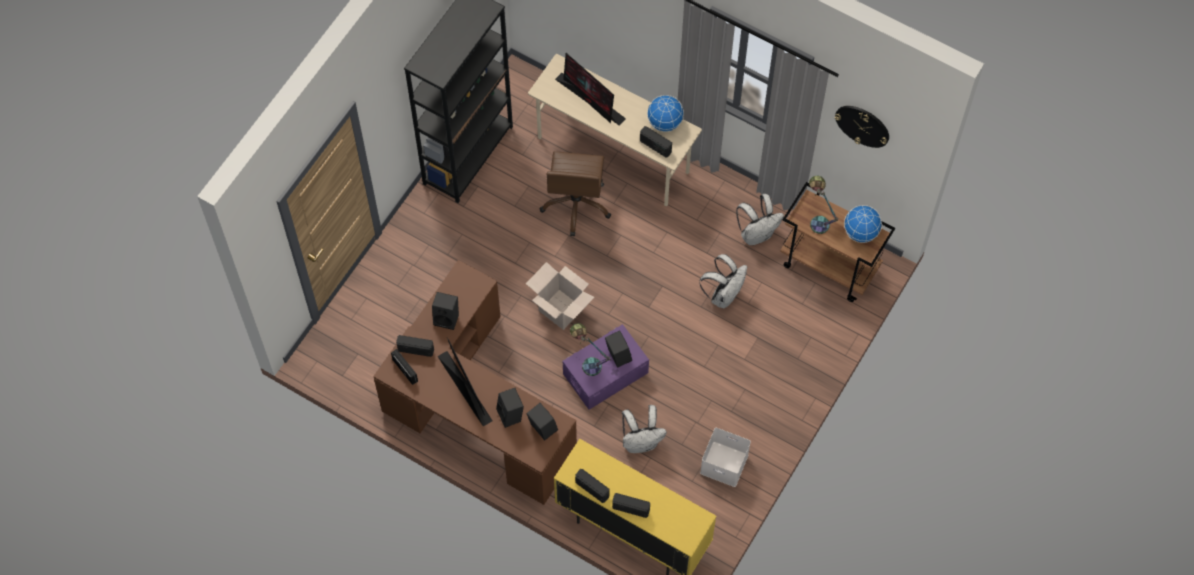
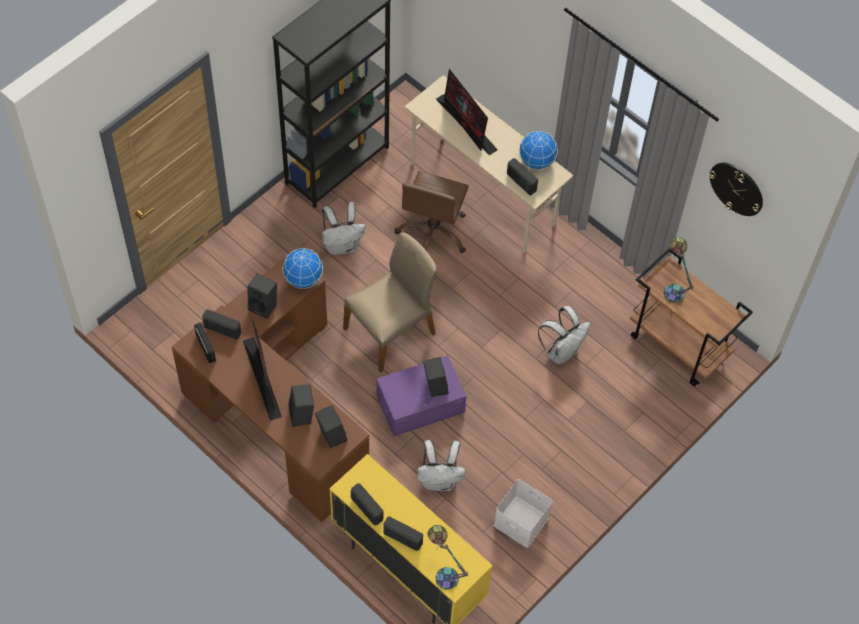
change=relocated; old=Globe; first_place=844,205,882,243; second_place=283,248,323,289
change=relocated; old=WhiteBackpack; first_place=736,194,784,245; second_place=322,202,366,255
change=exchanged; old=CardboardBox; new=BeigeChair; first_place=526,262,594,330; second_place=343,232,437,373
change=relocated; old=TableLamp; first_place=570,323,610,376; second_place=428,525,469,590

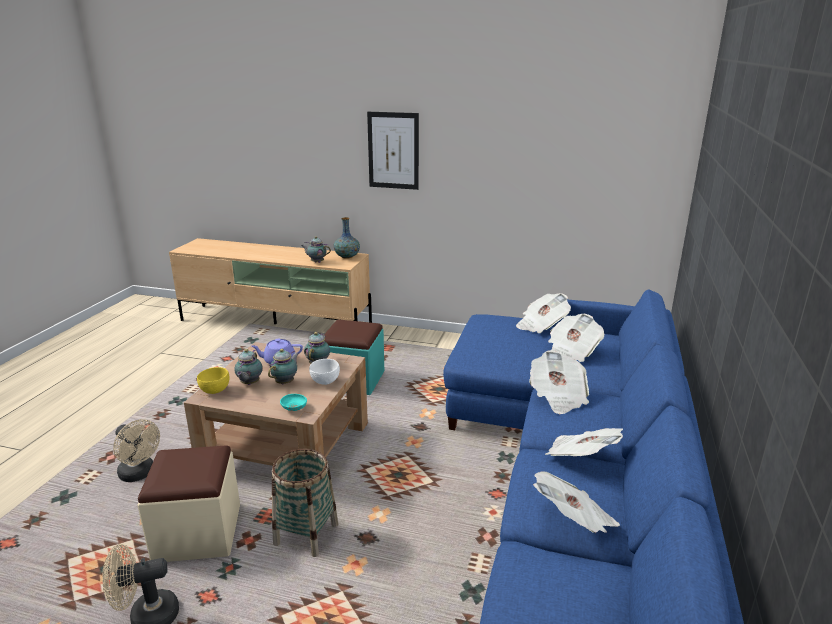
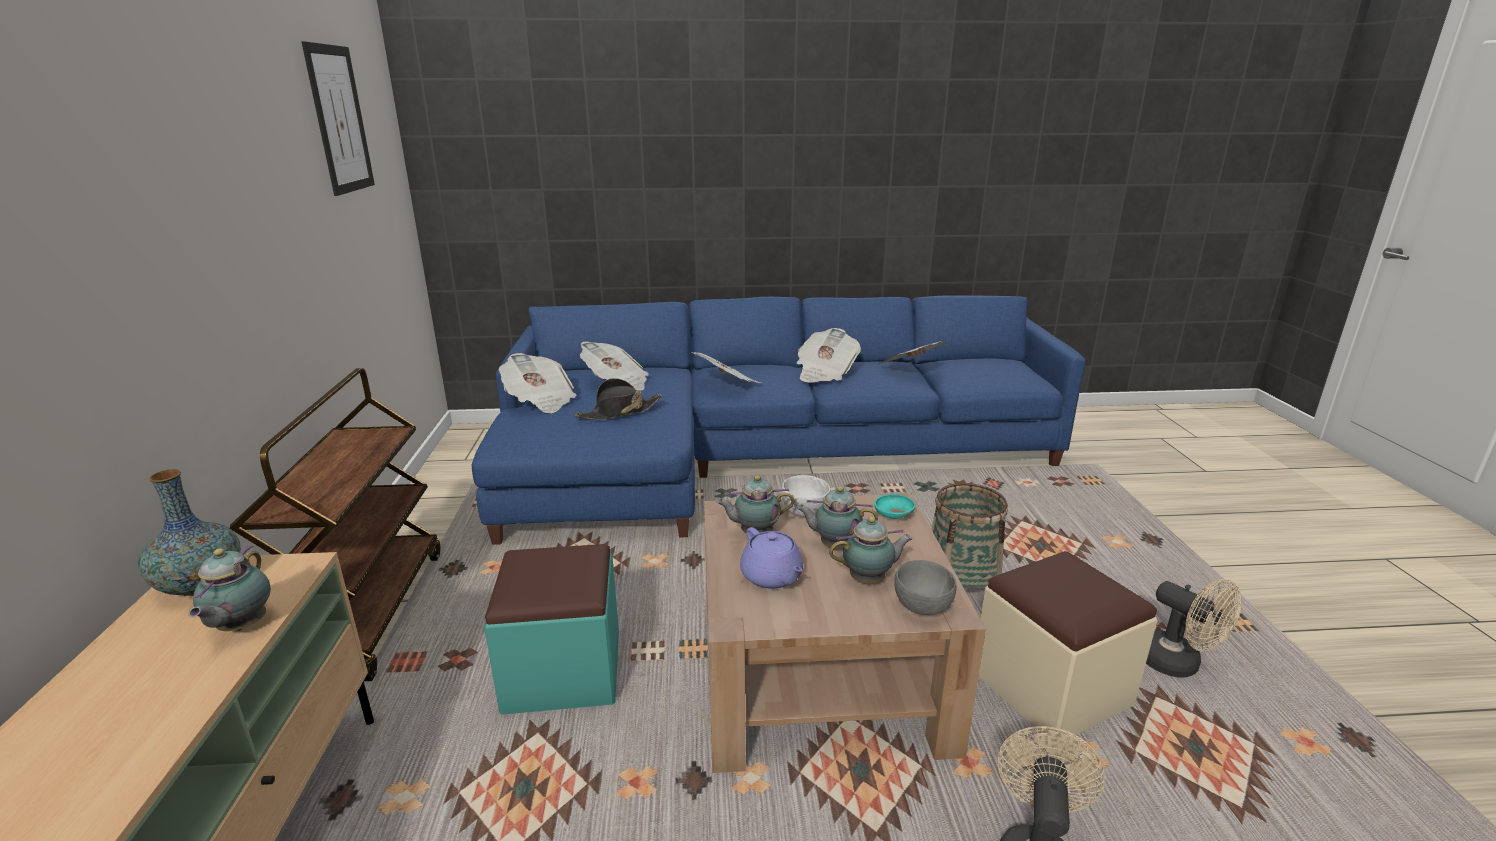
change=appeared; new=BrownCart; second_place=230,368,440,681
change=relocated; old=Picture; first_place=367,112,419,190; second_place=301,41,375,196
change=appeared; new=BlackHat; second_place=574,378,662,420
change=colour; old=YellowBowl; new=GreyBowl; first_place=197,367,230,394; second_place=894,560,956,615

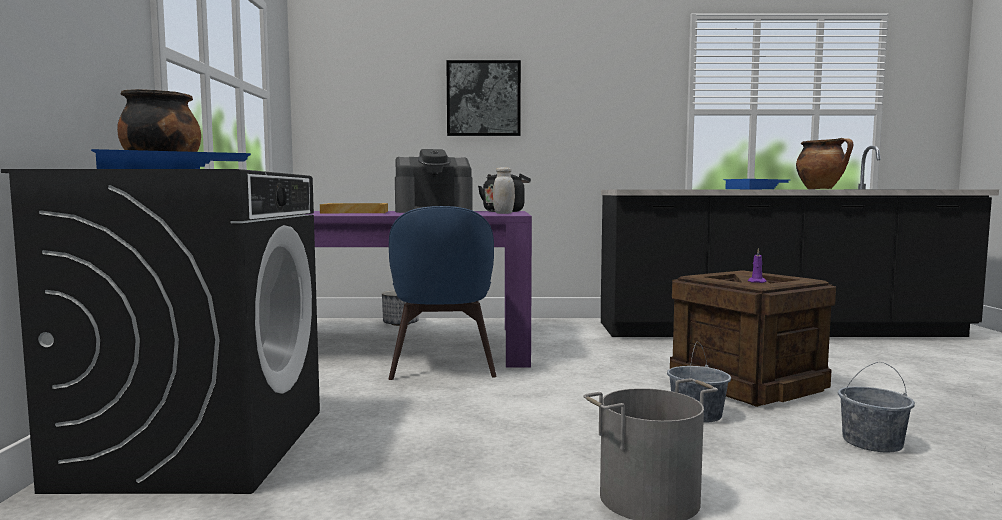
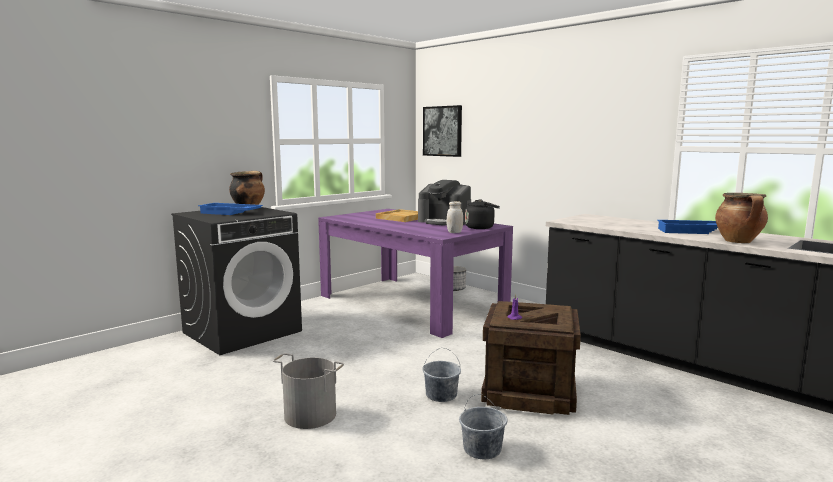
change=relocated; old=Picture; first_place=446,60,521,136; second_place=423,105,462,157
change=missing; old=BlueChair; first_place=388,206,497,380

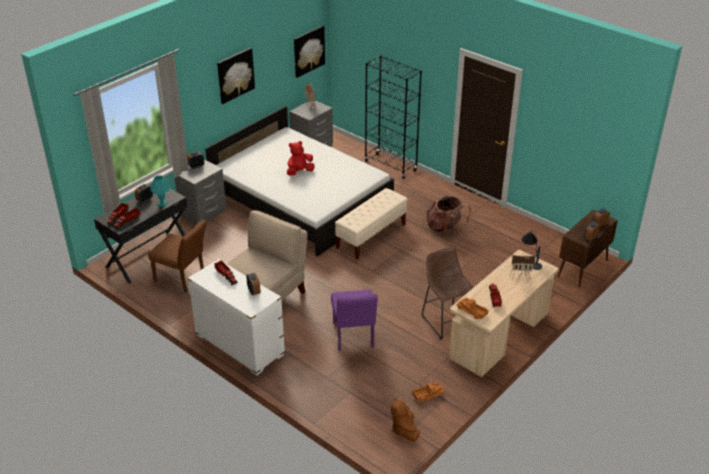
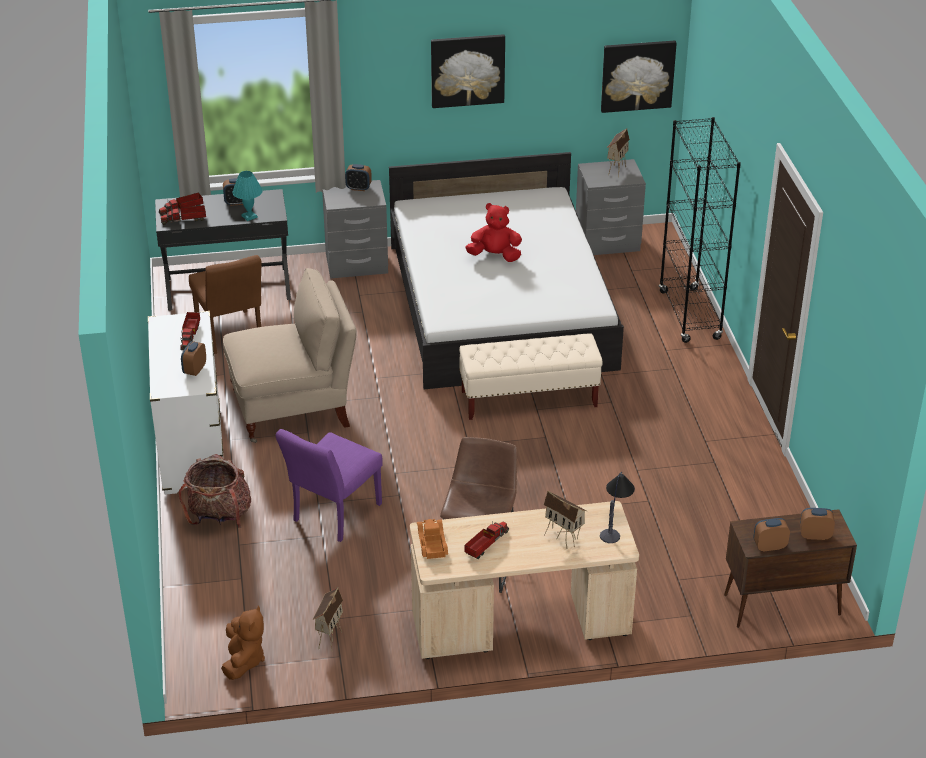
change=relocated; old=Backpack; first_place=427,195,471,235; second_place=179,454,251,528
change=spun; old=BrownPlushToy; first_place=391,397,420,441; second_place=221,605,265,680; degrees=150
change=exchanged; old=ToyTruck; new=ToyHouse; first_place=412,382,445,402; second_place=312,588,343,651

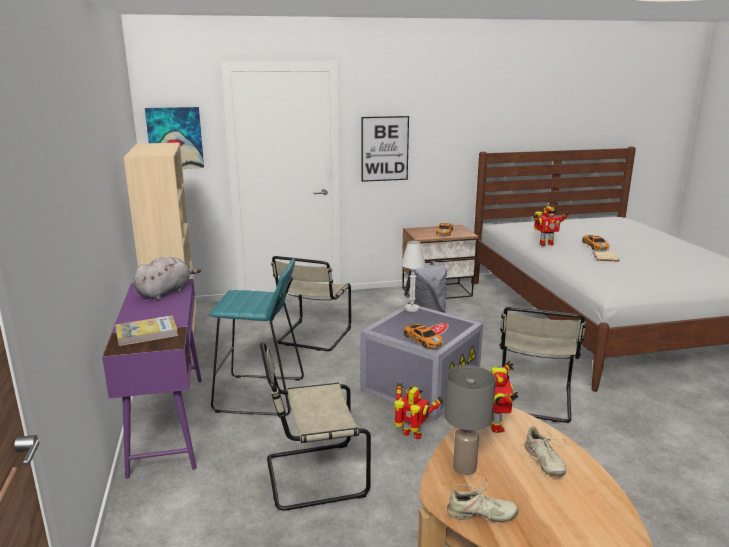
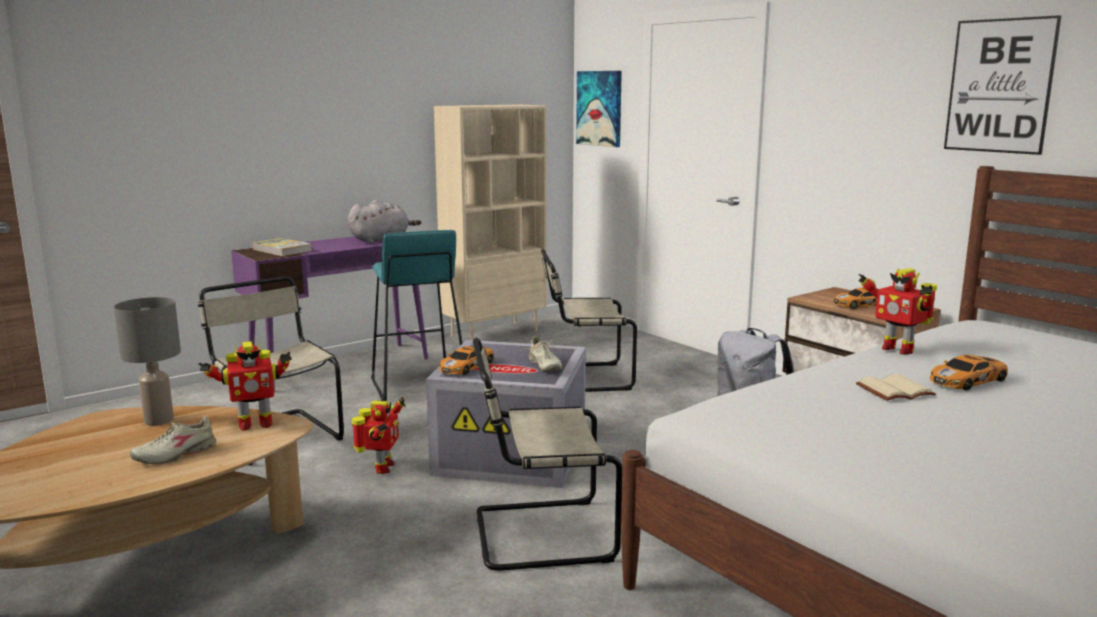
change=spun; old=GreyPlushToy; first_place=134,257,201,300; second_place=348,200,422,243; degrees=-45
change=relocated; old=BeigeShoe; first_place=447,479,519,522; second_place=522,336,565,372
change=relocated; old=Picture; first_place=361,116,409,182; second_place=944,15,1062,155
change=missing; old=WhiteTableLamp; first_place=401,241,426,312

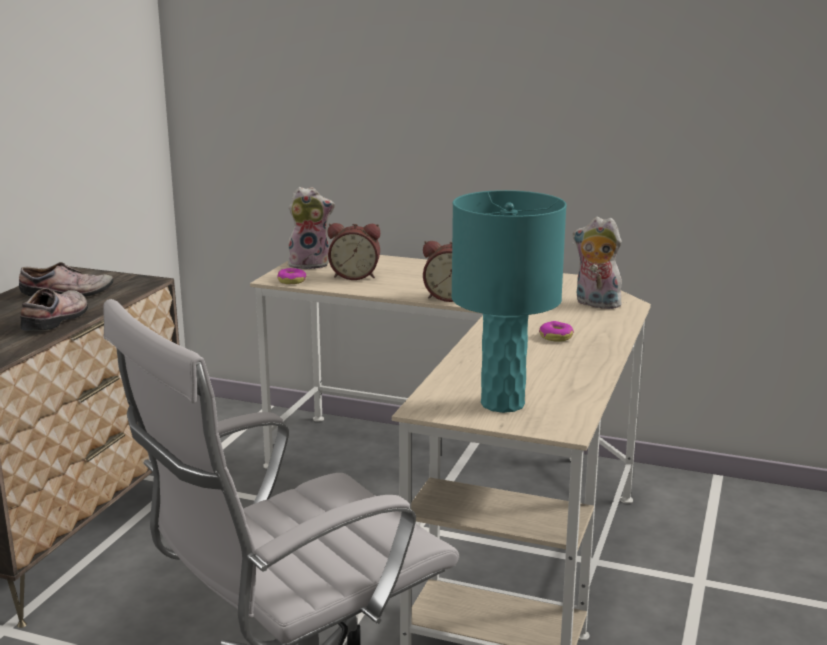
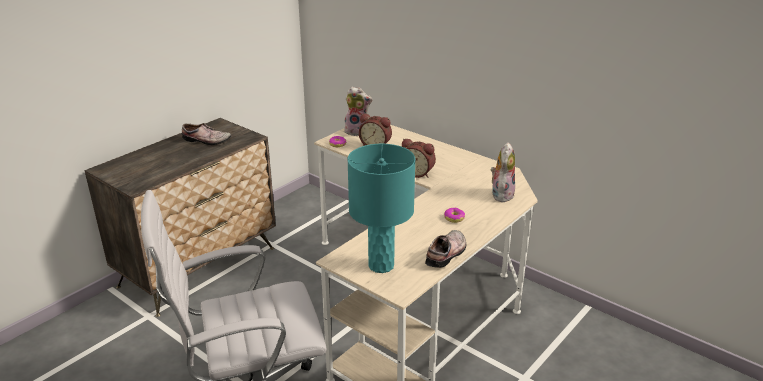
change=relocated; old=Shoe; first_place=20,288,88,331; second_place=425,230,466,268
change=spun; old=PlushToy; first_place=573,217,626,309; second_place=491,142,515,202; degrees=60

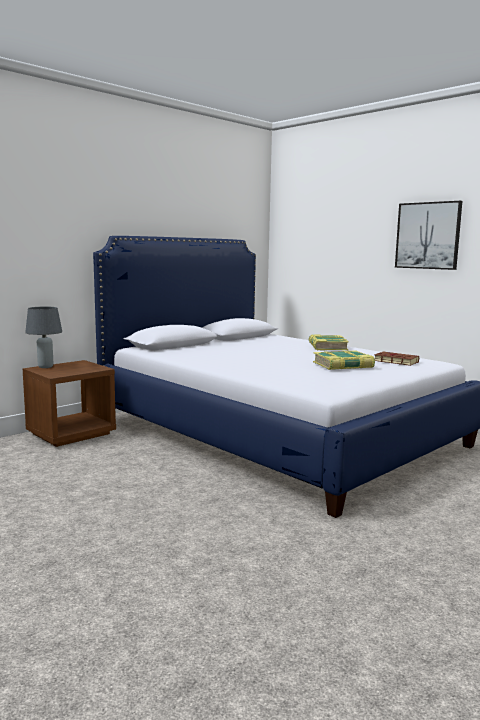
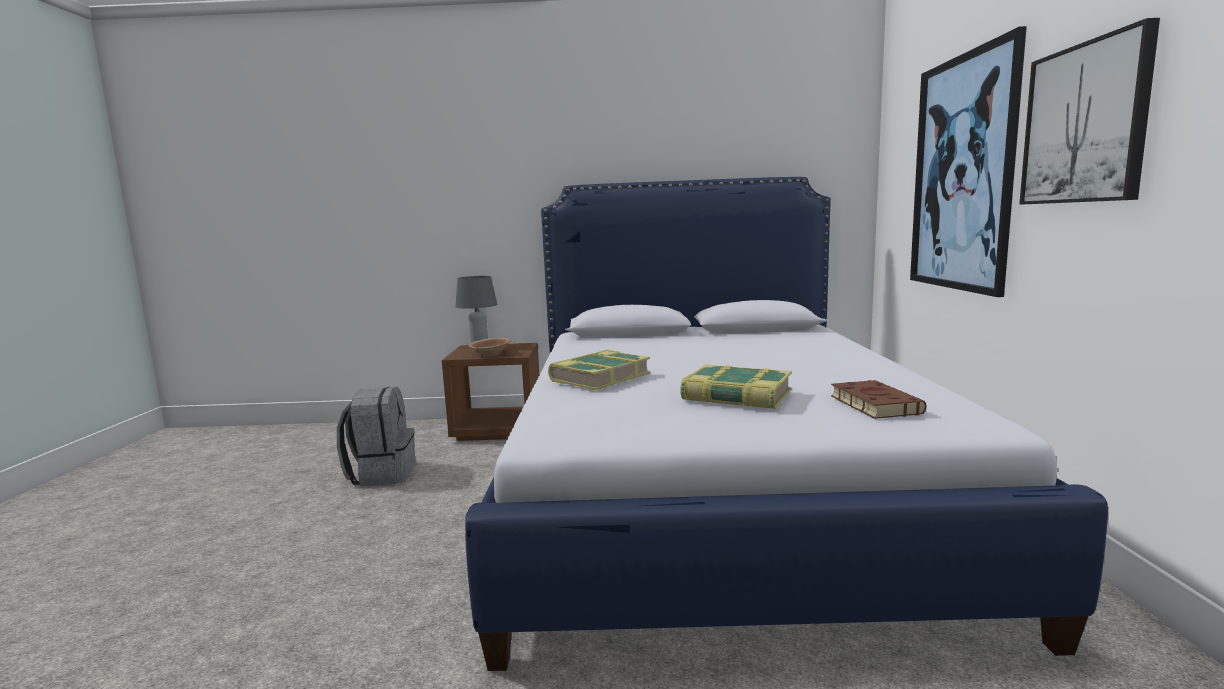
change=appeared; new=GreyBackpack; second_place=337,387,415,486
change=appeared; new=BrownBowl; second_place=469,338,511,356
change=relocated; old=Book; first_place=309,334,349,350; second_place=548,350,650,390
change=appeared; new=Picture; second_place=910,26,1027,297

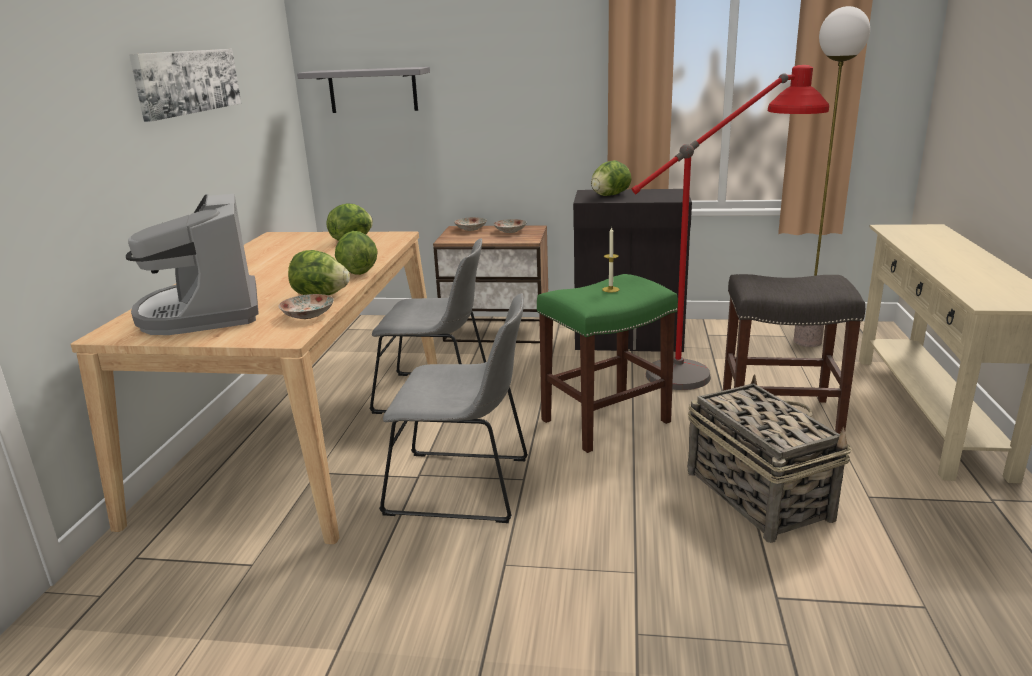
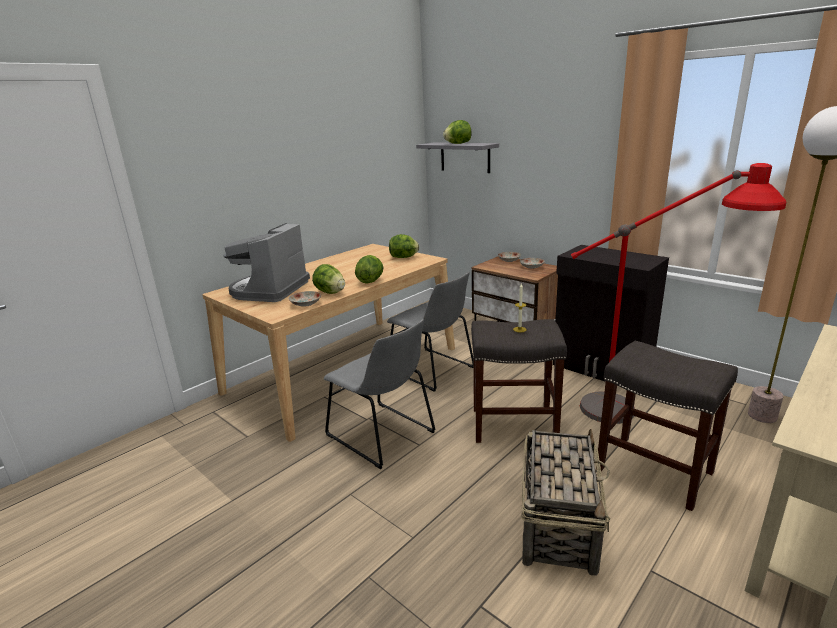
change=relocated; old=Lettuce; first_place=591,160,632,196; second_place=443,120,471,144
change=colour; old=GreenStool; new=GreyStool; first_place=537,274,678,453; second_place=471,319,567,443
change=missing; old=Picture; first_place=129,49,241,122

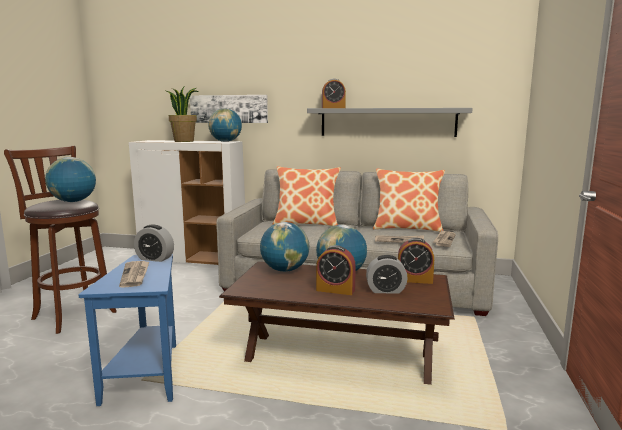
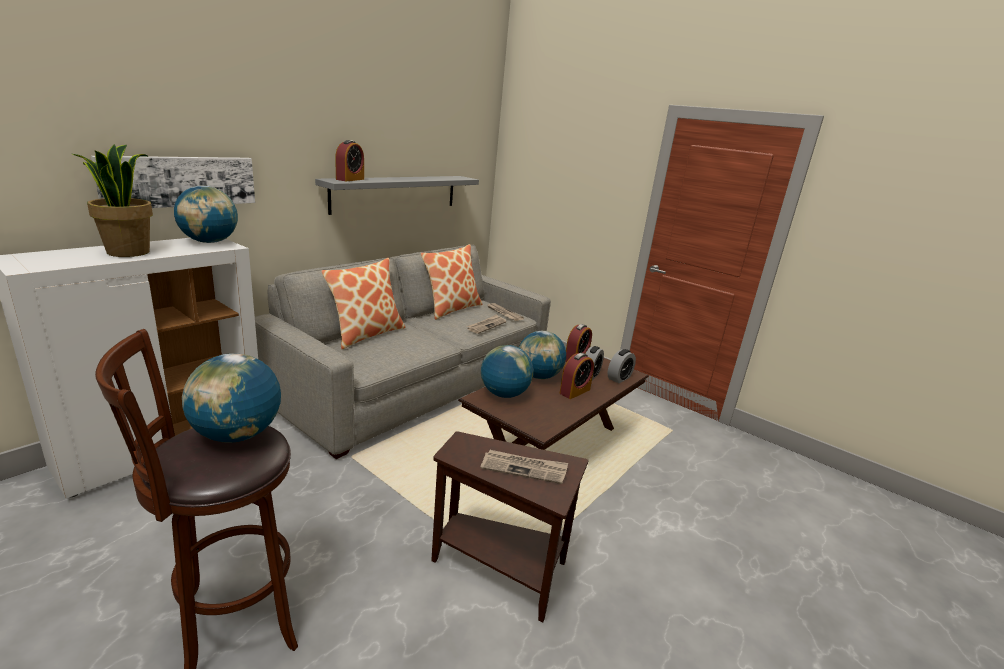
change=colour; old=BlueSideTable; new=BrownSideTable; first_place=78,254,176,406; second_place=431,431,589,622
change=relocated; old=AlarmClock; first_place=134,224,174,262; second_place=608,349,636,383

